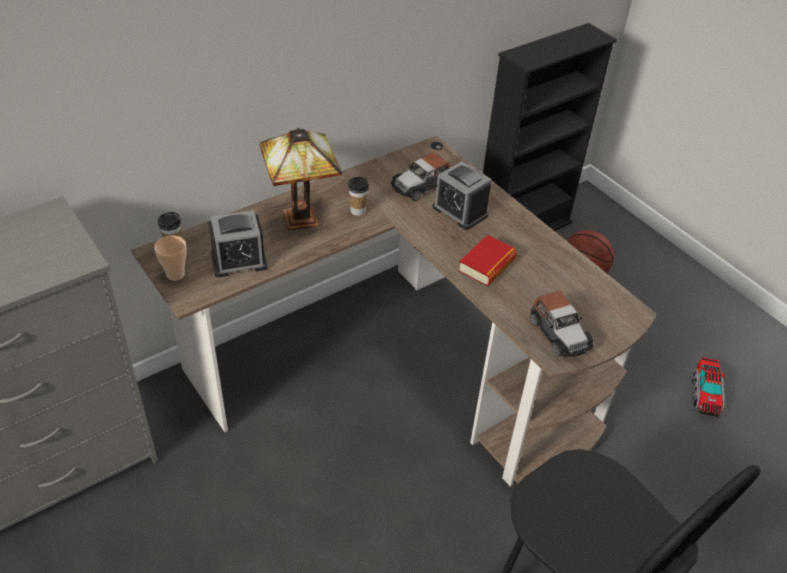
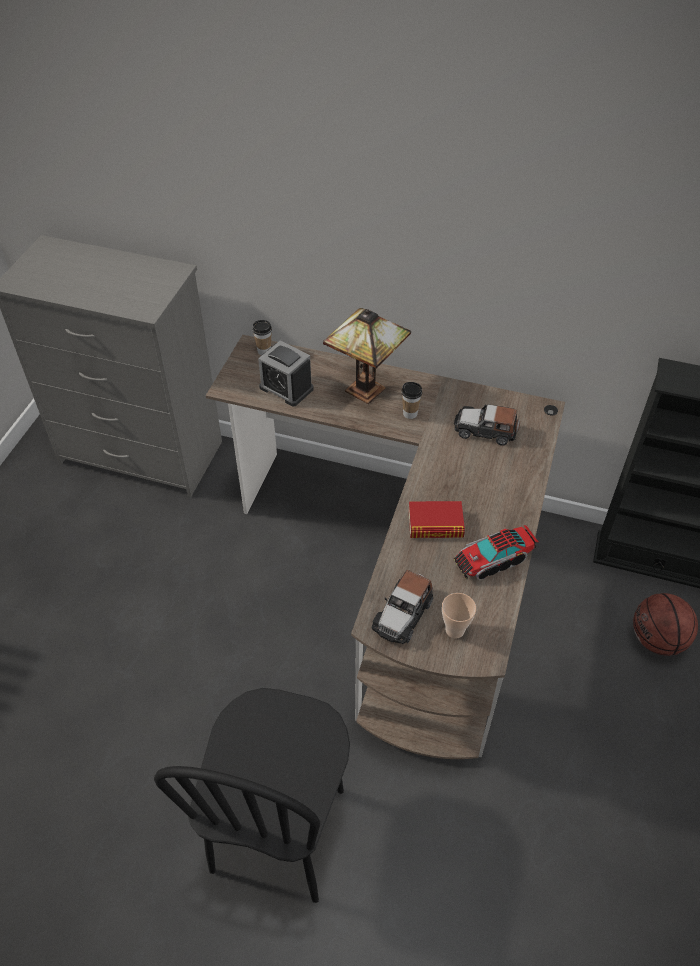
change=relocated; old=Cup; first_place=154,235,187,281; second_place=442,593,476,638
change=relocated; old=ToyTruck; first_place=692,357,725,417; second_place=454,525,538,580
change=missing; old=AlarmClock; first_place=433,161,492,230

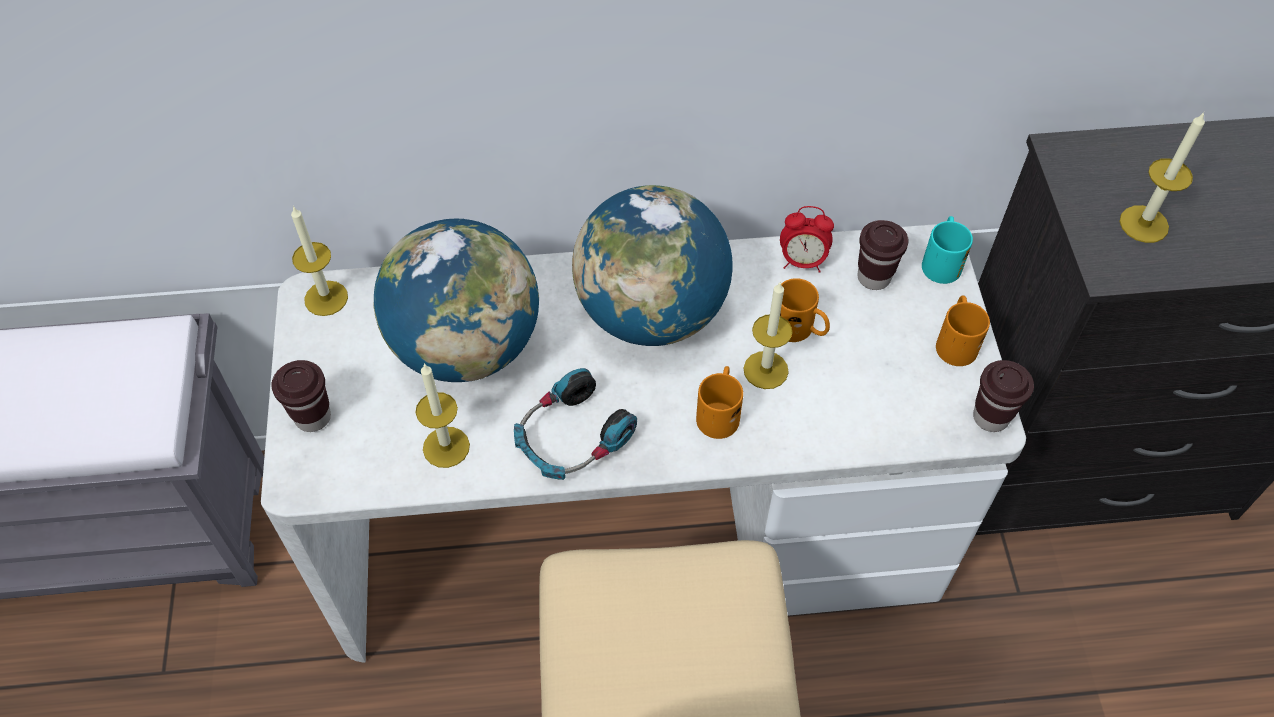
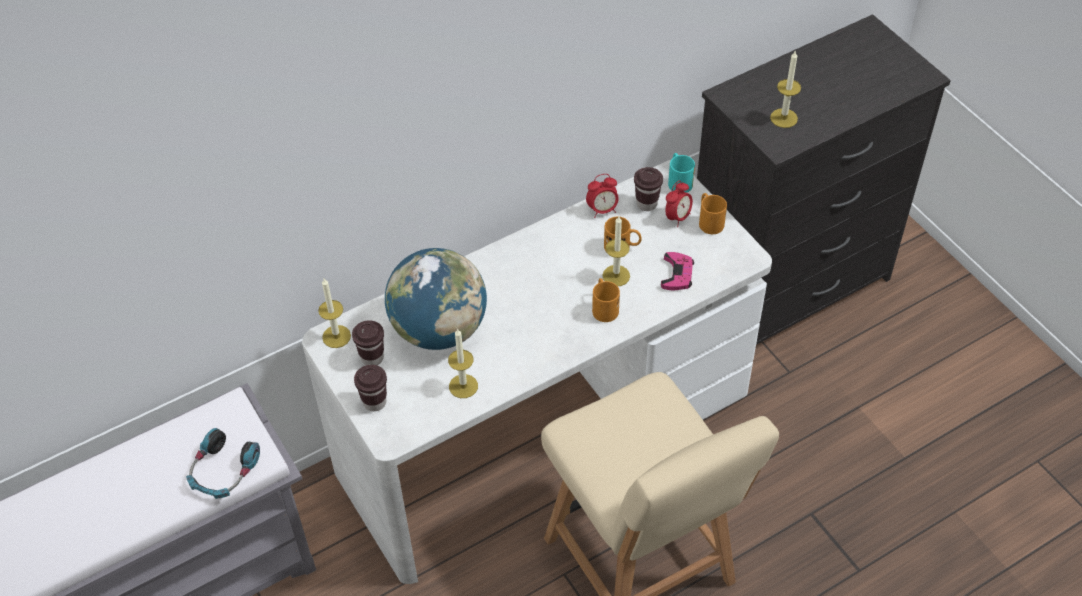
change=relocated; old=Headphones; first_place=514,368,637,480; second_place=186,428,260,499
change=relocated; old=BrownCup; first_place=973,360,1034,432; second_place=352,320,384,365
change=appeared; new=PinkGameController; second_place=661,252,694,291
change=appeared; new=AlarmClock; second_place=666,181,693,227
change=missing; old=Globe; first_place=572,185,733,346

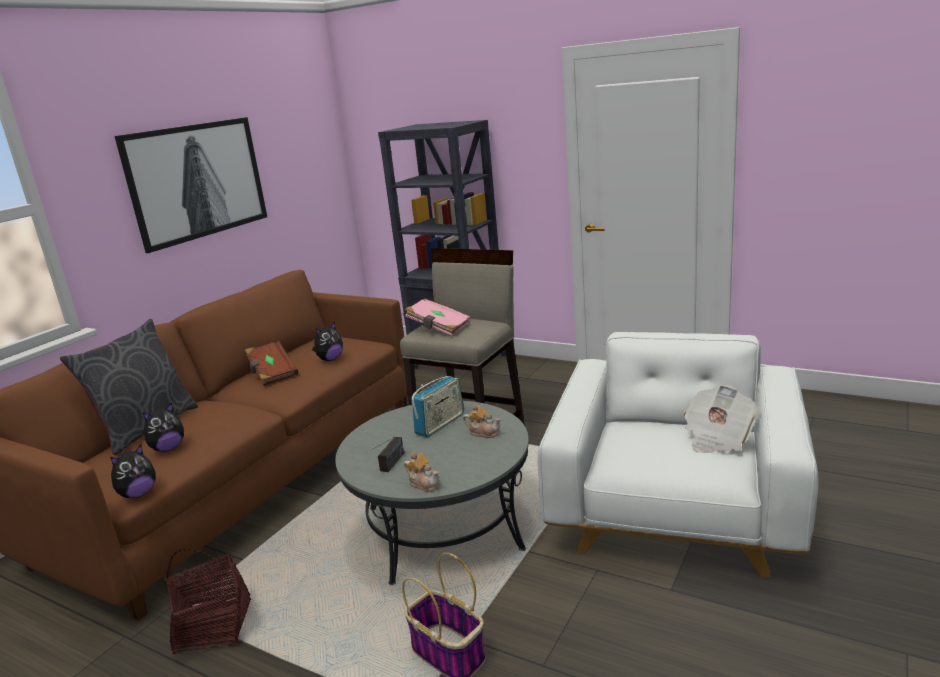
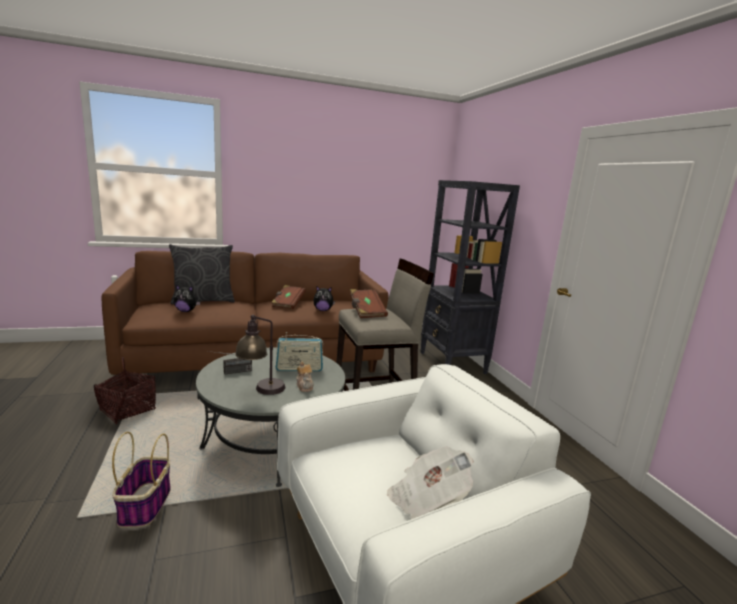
change=appeared; new=TableLamp; second_place=235,315,285,395
change=colour; old=PinkBook; new=BrownBook; first_place=405,298,471,336; second_place=350,289,388,318
change=missing; old=PlushToy; first_place=110,445,156,498
change=missing; old=Picture; first_place=115,117,267,253
change=missing; old=Teapot; first_place=404,452,440,492

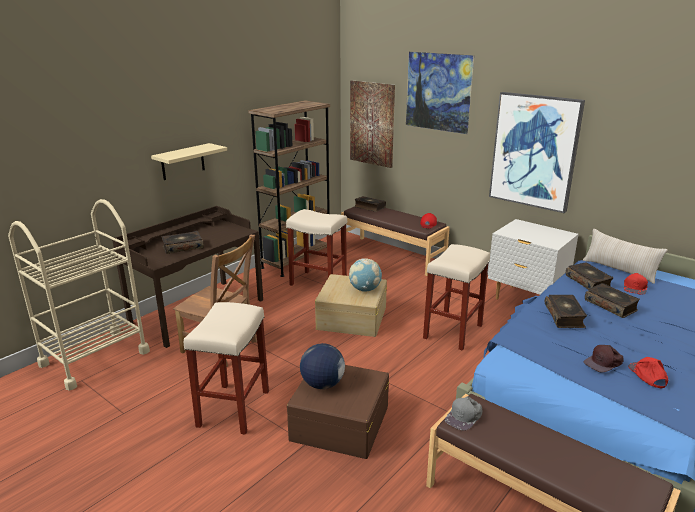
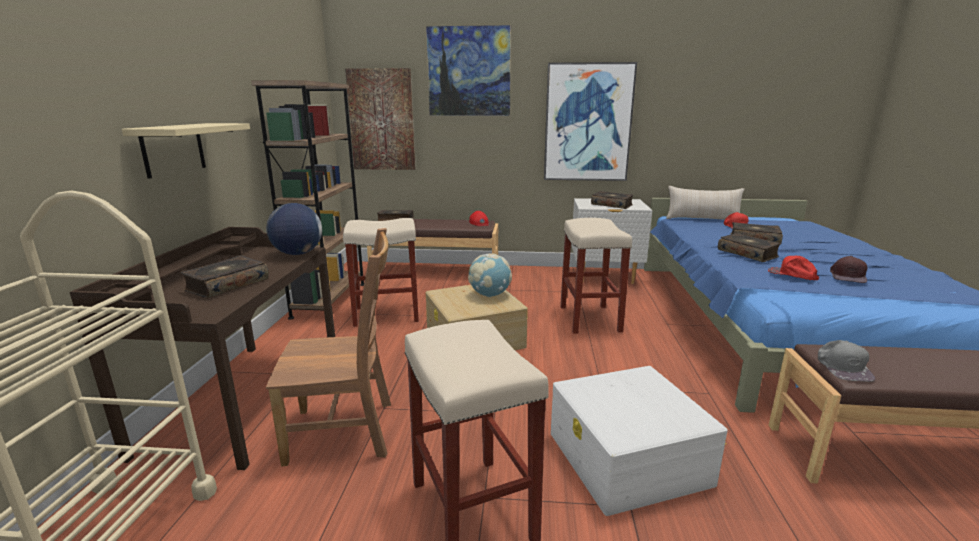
change=relocated; old=Globe; first_place=300,343,345,389; second_place=266,203,322,255
change=colour; old=BrownStorageBox; new=WhiteStorageBox; first_place=287,365,389,459; second_place=551,366,728,516
change=relocated; old=Book; first_place=566,262,614,289; second_place=591,191,633,209
change=relocated; old=RedCap; first_place=628,357,668,388; second_place=768,256,819,280

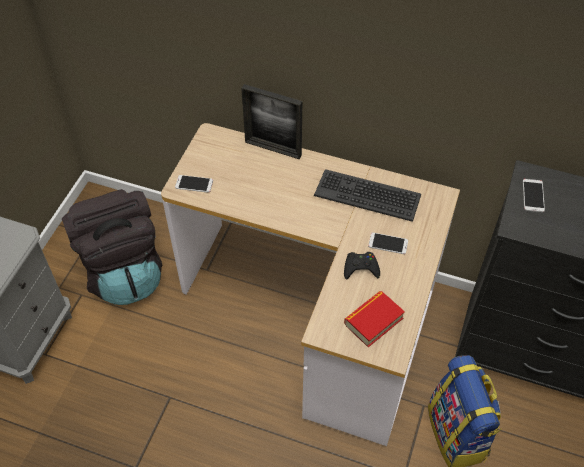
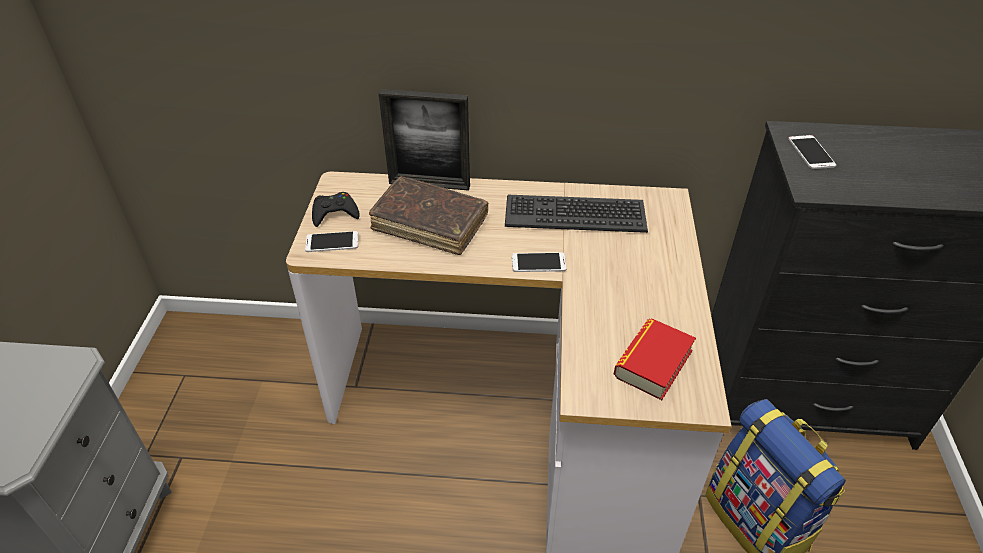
change=relocated; old=BlackGameController; first_place=344,252,380,280; second_place=312,192,360,227
change=appeared; new=BrownBook; second_place=369,176,488,255
change=relocated; old=Phone; first_place=368,232,408,254; second_place=512,252,567,272
change=missing; old=BlackBackpack; first_place=62,189,162,305

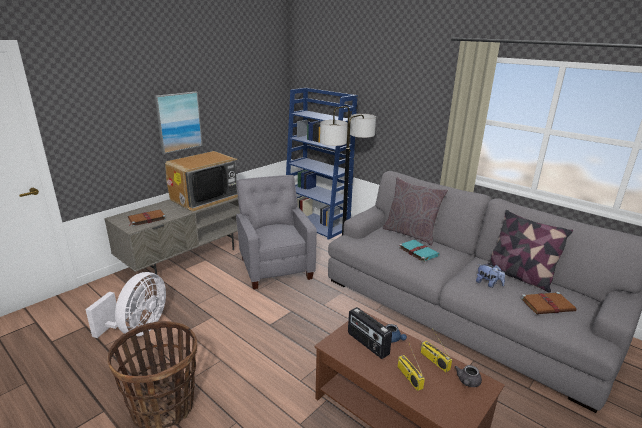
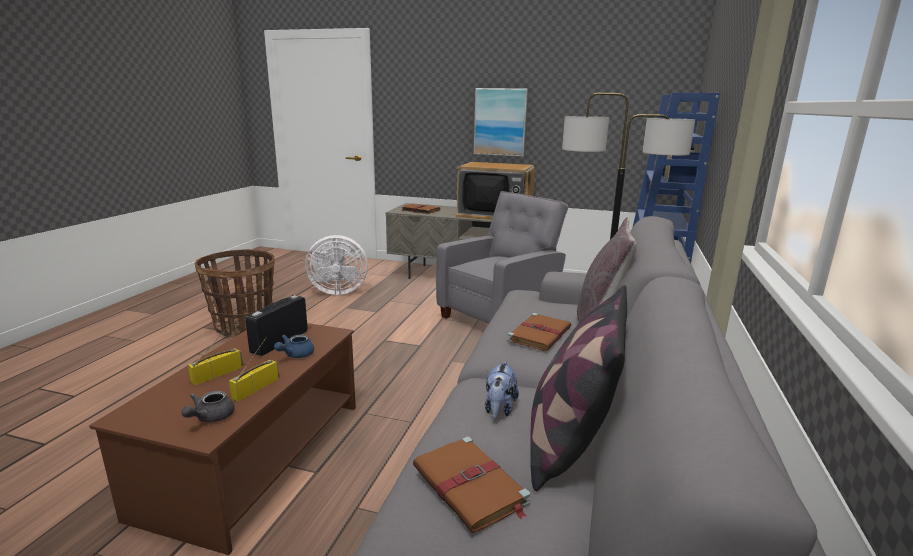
change=spun; old=GreyTeapot; first_place=455,365,482,387; second_place=181,391,234,422; degrees=-75
change=colour; old=TurquoiseBook; new=BrownBook; first_place=399,240,440,262; second_place=507,313,571,351

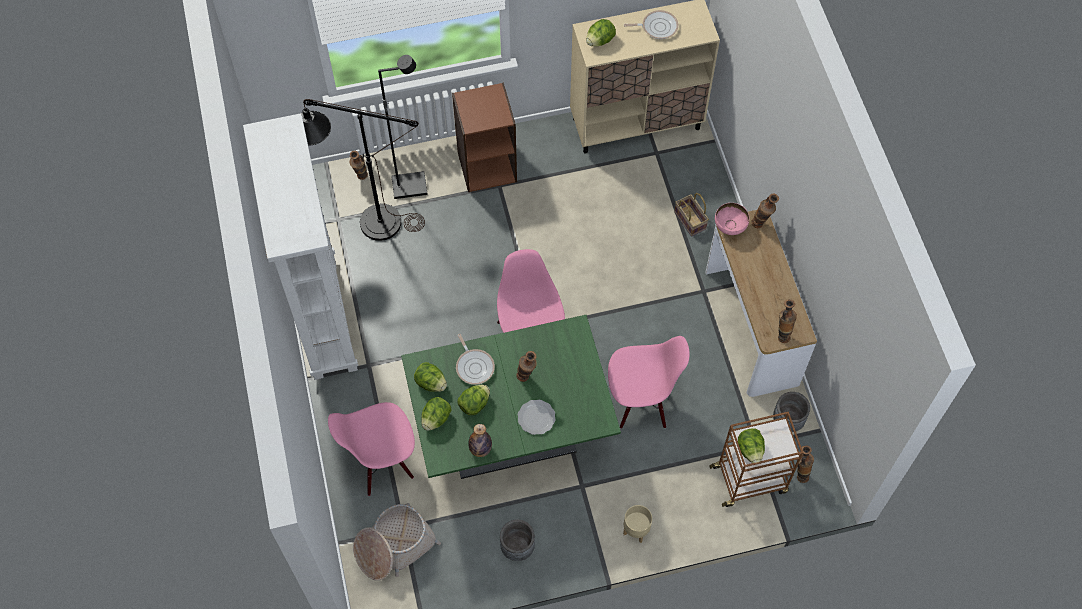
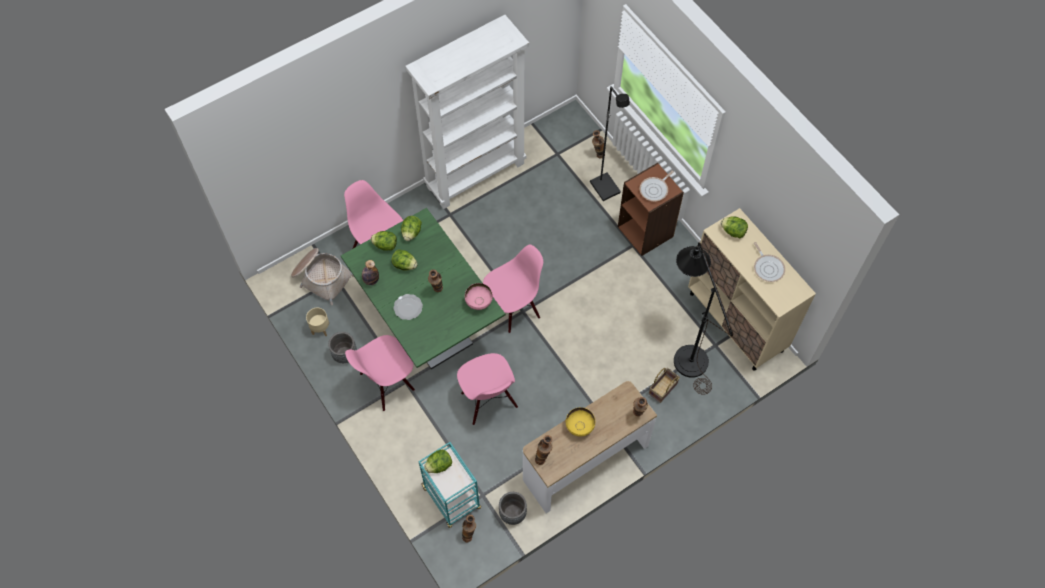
change=relocated; old=BeigePlanter; first_place=623,505,652,543; second_place=306,308,329,336
change=appeared; new=PinkChair; second_place=345,335,415,411
change=colour; old=BrownCart; new=TurquoiseCart; first_place=709,411,803,507; second_place=418,442,481,528
change=relocated; old=PinkBowl; first_place=715,203,749,235; second_place=465,283,493,310
change=appeared; new=YellowBowl; second_place=566,407,595,437
change=relocated; old=FryingPan; first_place=456,334,495,385; second_place=640,170,674,201
change=relocated; old=BlackFloorLamp; first_place=301,99,425,241; second_place=674,242,733,395

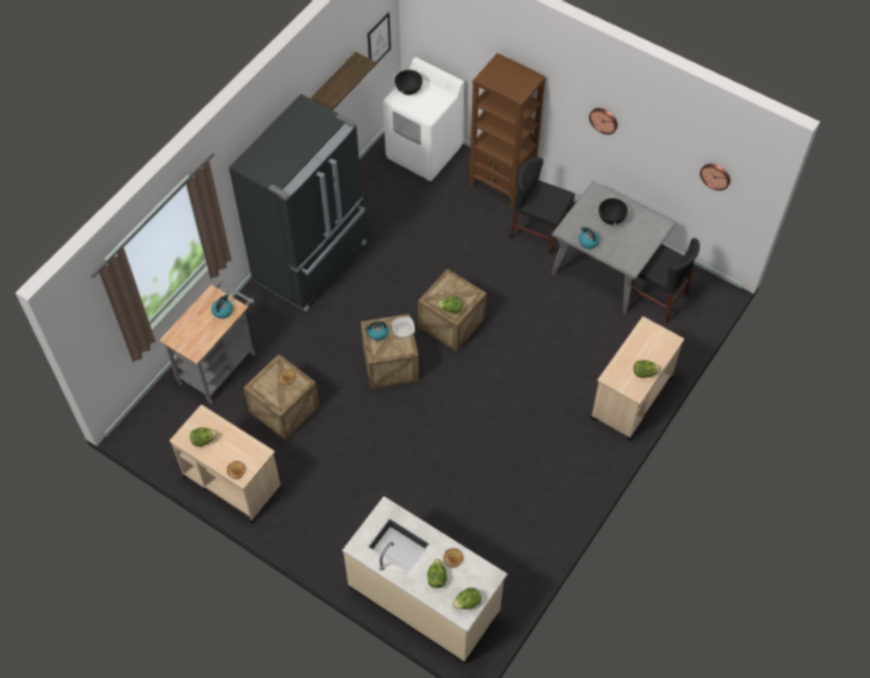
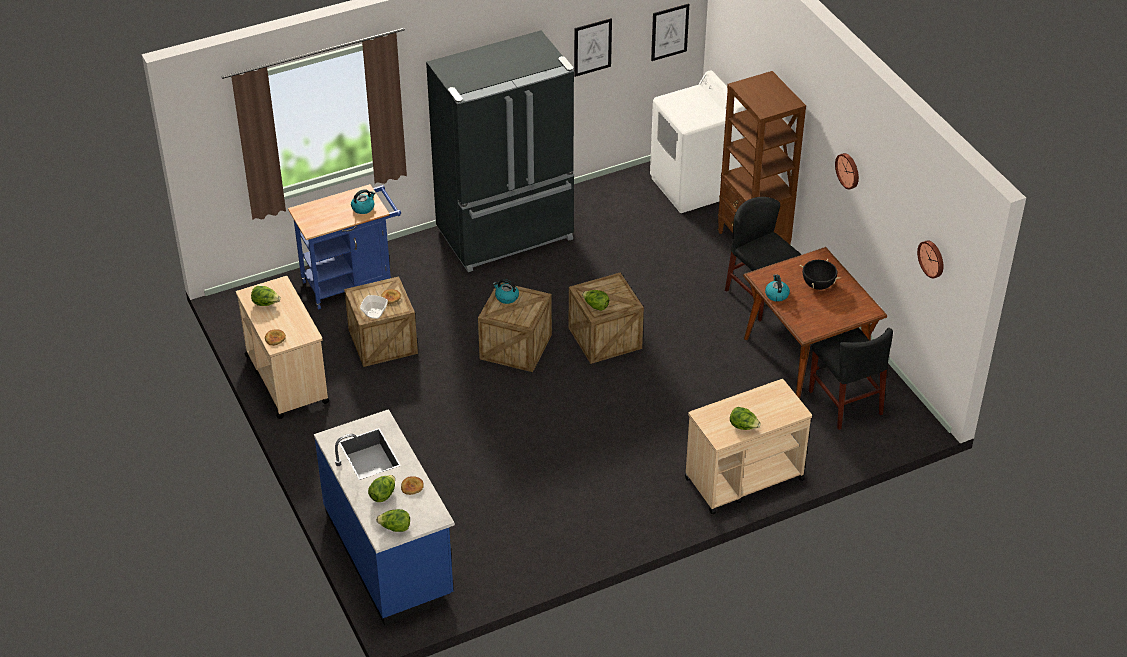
change=colour; old=GreyCart; new=BlueCart; first_place=159,279,255,404; second_place=288,184,401,309
change=colour; old=BeigeCounter; new=BlueCounter; first_place=342,496,507,664; second_place=314,409,455,626
change=relocated; old=Bowl; first_place=392,317,415,338; second_place=360,295,388,319
change=exchanged; old=Shelf; new=Picture; first_place=310,52,377,111; second_place=574,18,612,77
change=colour; old=GreyDiningTable; new=BrownDiningTable; first_place=551,181,676,315; second_place=743,247,887,399
change=missing; old=BlackCookingPot; first_place=393,69,424,95

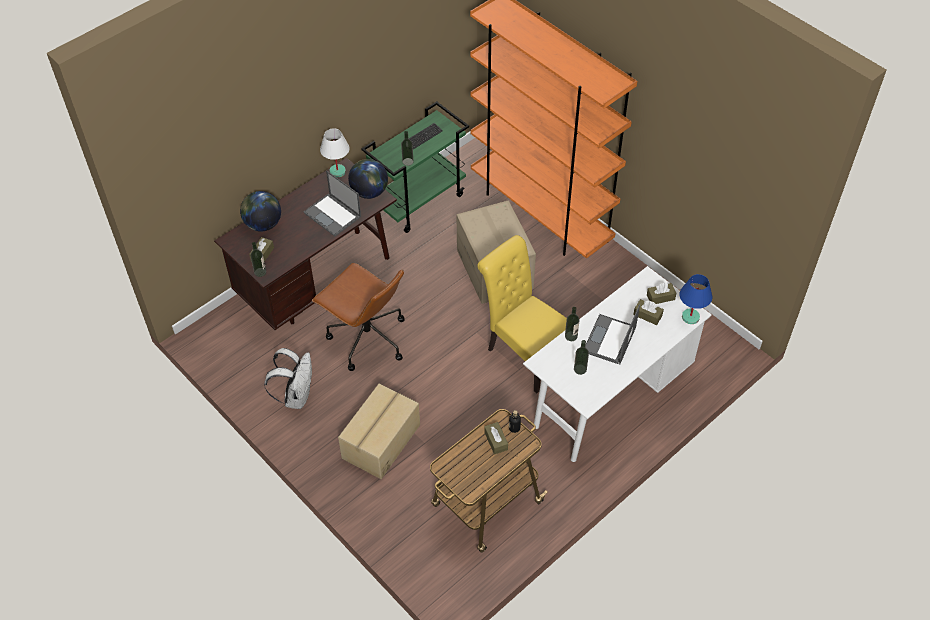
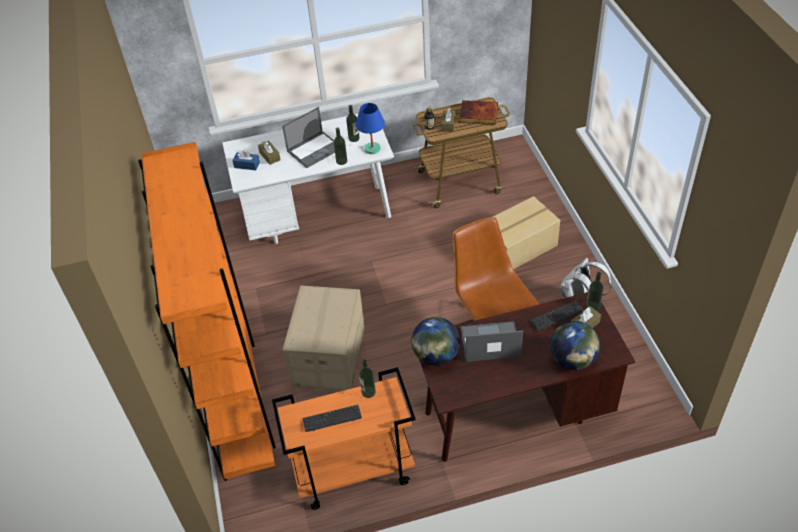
change=colour; old=BrownTissueBox; new=BlueTissueBox; first_place=647,282,677,304; second_place=232,151,260,170
change=colour; old=GreenCart; new=OrangeCart; first_place=361,101,469,233; second_place=272,367,416,510
change=relocated; old=BlueTableLamp; first_place=679,274,712,324; second_place=356,103,385,154
change=appeared; new=Book; second_place=459,100,498,125
change=spun; old=Laptop; first_place=304,171,361,236; second_place=461,321,523,362; degrees=-75
change=appeared; new=Keyboard; second_place=530,301,584,331
change=missing; old=WhiteTableLamp; first_place=320,128,350,177
change=missing; old=YellowChair; first_place=477,235,567,394

